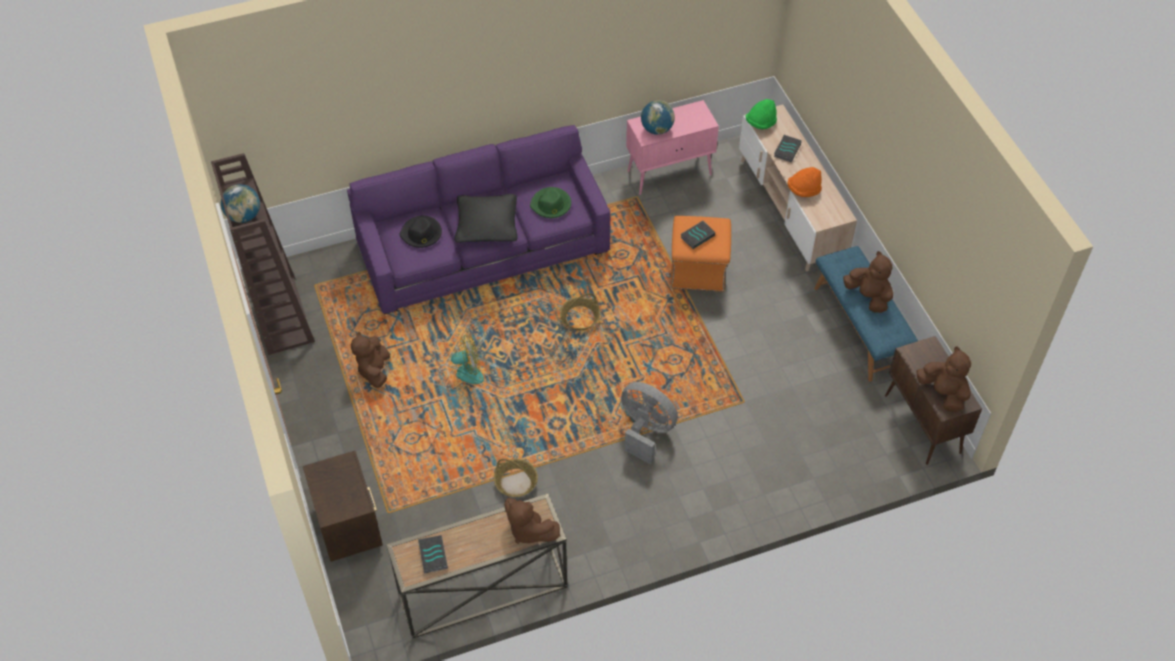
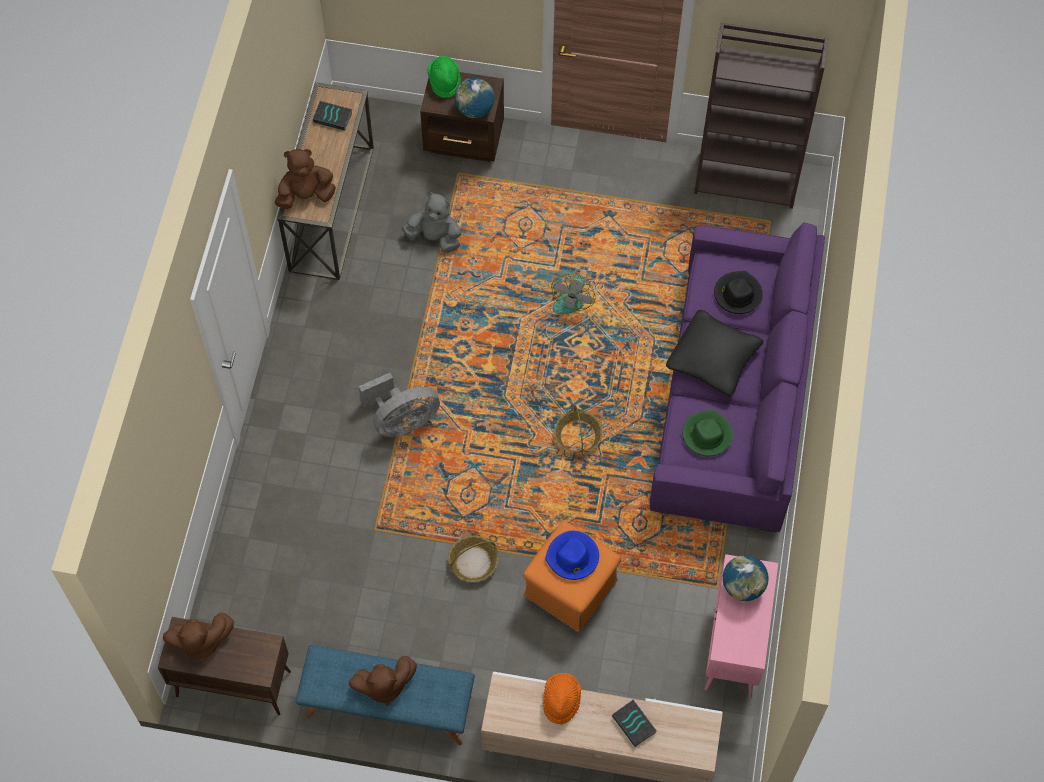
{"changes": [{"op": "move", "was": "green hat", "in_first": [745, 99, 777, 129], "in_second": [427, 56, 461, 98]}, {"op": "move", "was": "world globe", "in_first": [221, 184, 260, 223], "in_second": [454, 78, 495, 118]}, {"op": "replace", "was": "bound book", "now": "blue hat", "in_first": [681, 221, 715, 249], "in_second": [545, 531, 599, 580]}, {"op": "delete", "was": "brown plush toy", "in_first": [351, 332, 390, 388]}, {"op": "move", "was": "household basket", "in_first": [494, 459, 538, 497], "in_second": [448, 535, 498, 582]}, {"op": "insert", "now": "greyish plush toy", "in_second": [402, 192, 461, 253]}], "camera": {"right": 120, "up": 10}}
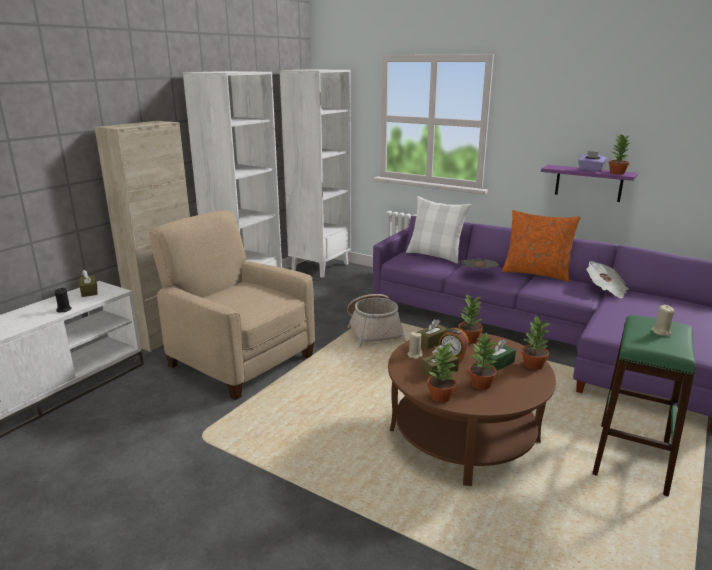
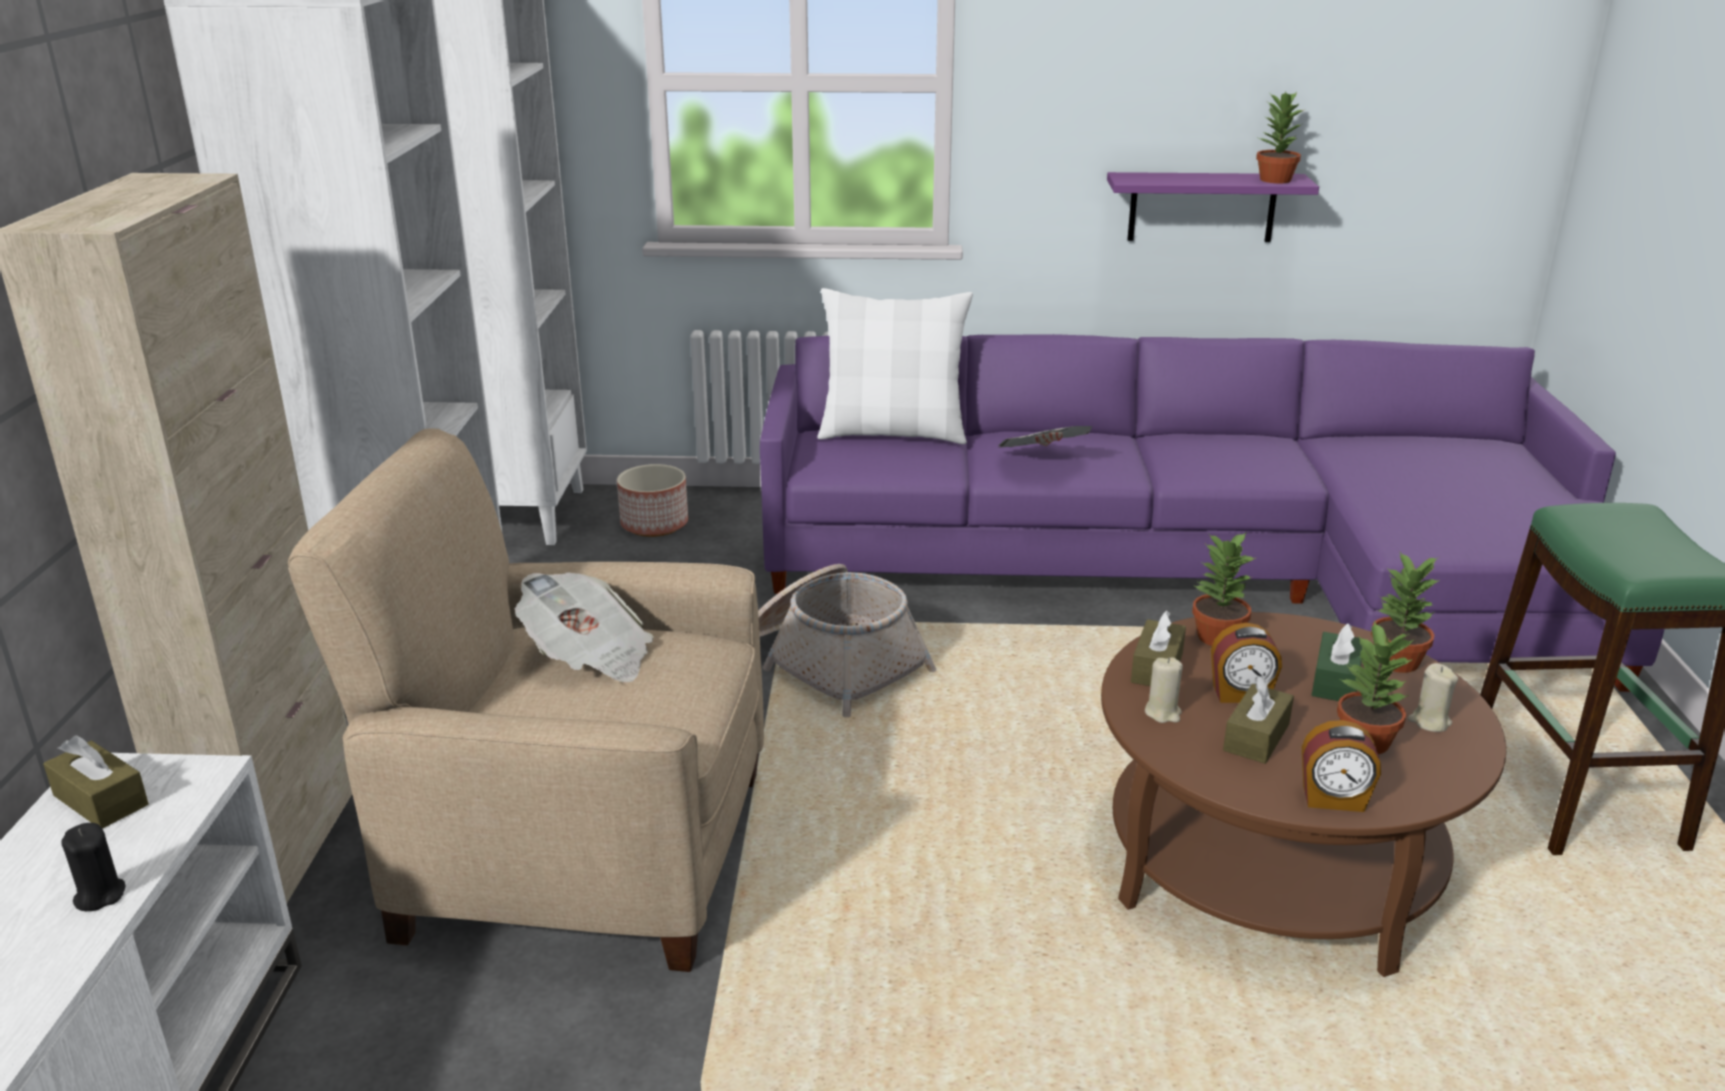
{"changes": [{"op": "delete", "was": "purple box of tissues", "in_first": [578, 151, 607, 172]}, {"op": "delete", "was": "orangey cushion", "in_first": [502, 210, 581, 282]}, {"op": "move", "was": "newspaper", "in_first": [587, 261, 629, 298], "in_second": [515, 572, 654, 683]}, {"op": "move", "was": "beige-coloured candle", "in_first": [651, 305, 675, 336], "in_second": [1408, 663, 1458, 732]}, {"op": "replace", "was": "houseplant", "now": "alarm clock", "in_first": [427, 343, 456, 402], "in_second": [1302, 720, 1381, 812]}, {"op": "insert", "now": "flower pot", "in_second": [617, 464, 688, 537]}], "camera": {"right": -30, "up": 5}}
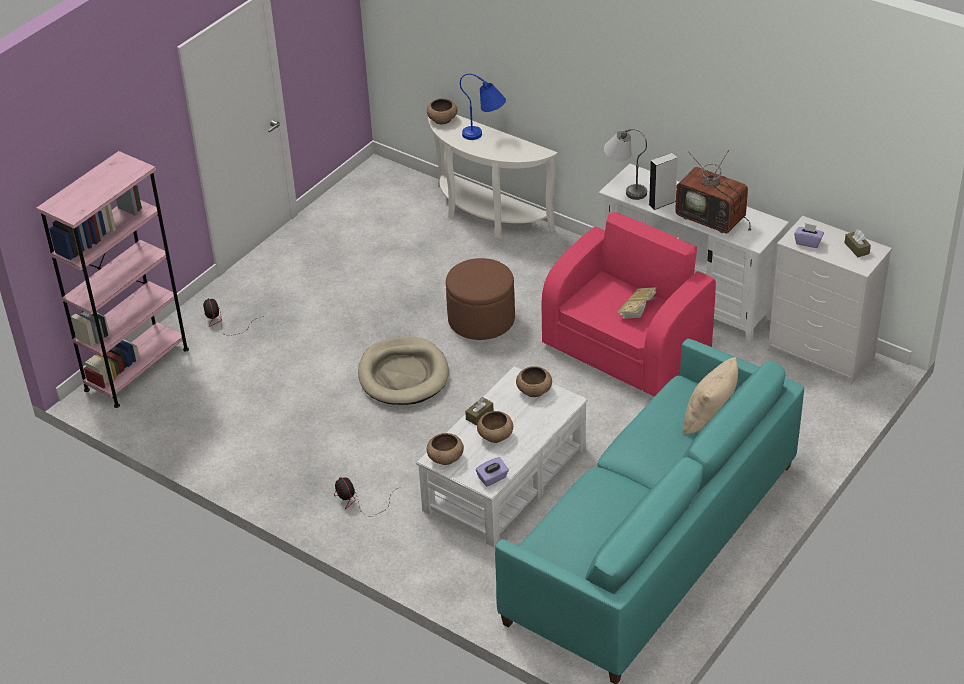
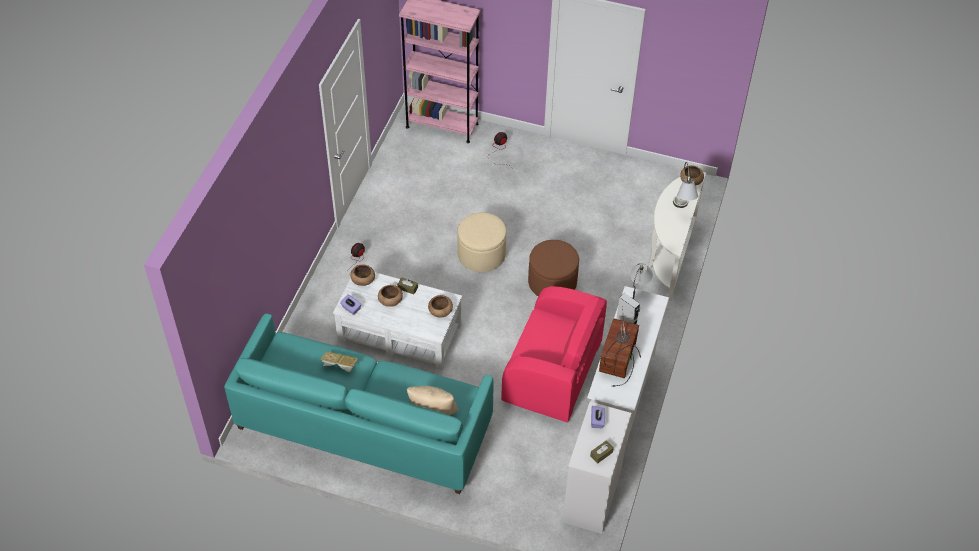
{"changes": [{"op": "recolor", "was": "blue tabletop lamp", "now": "greyish tabletop lamp", "in_first": [460, 73, 506, 140], "in_second": [673, 162, 698, 208]}, {"op": "move", "was": "bound book", "in_first": [617, 287, 657, 319], "in_second": [320, 351, 358, 372]}, {"op": "replace", "was": "beige-coloured pet bed", "now": "beige-coloured pouffe", "in_first": [358, 336, 449, 405], "in_second": [457, 212, 506, 272]}], "camera": {"right": 70, "up": 10}}
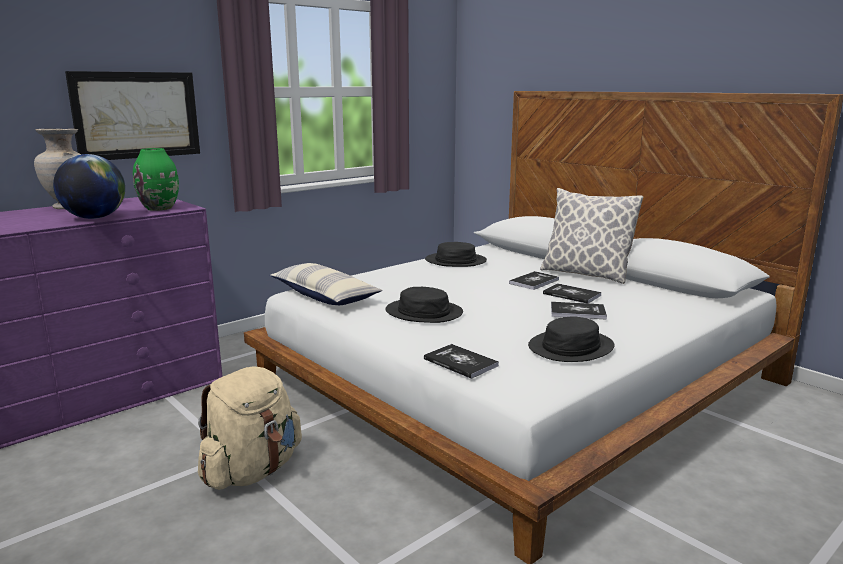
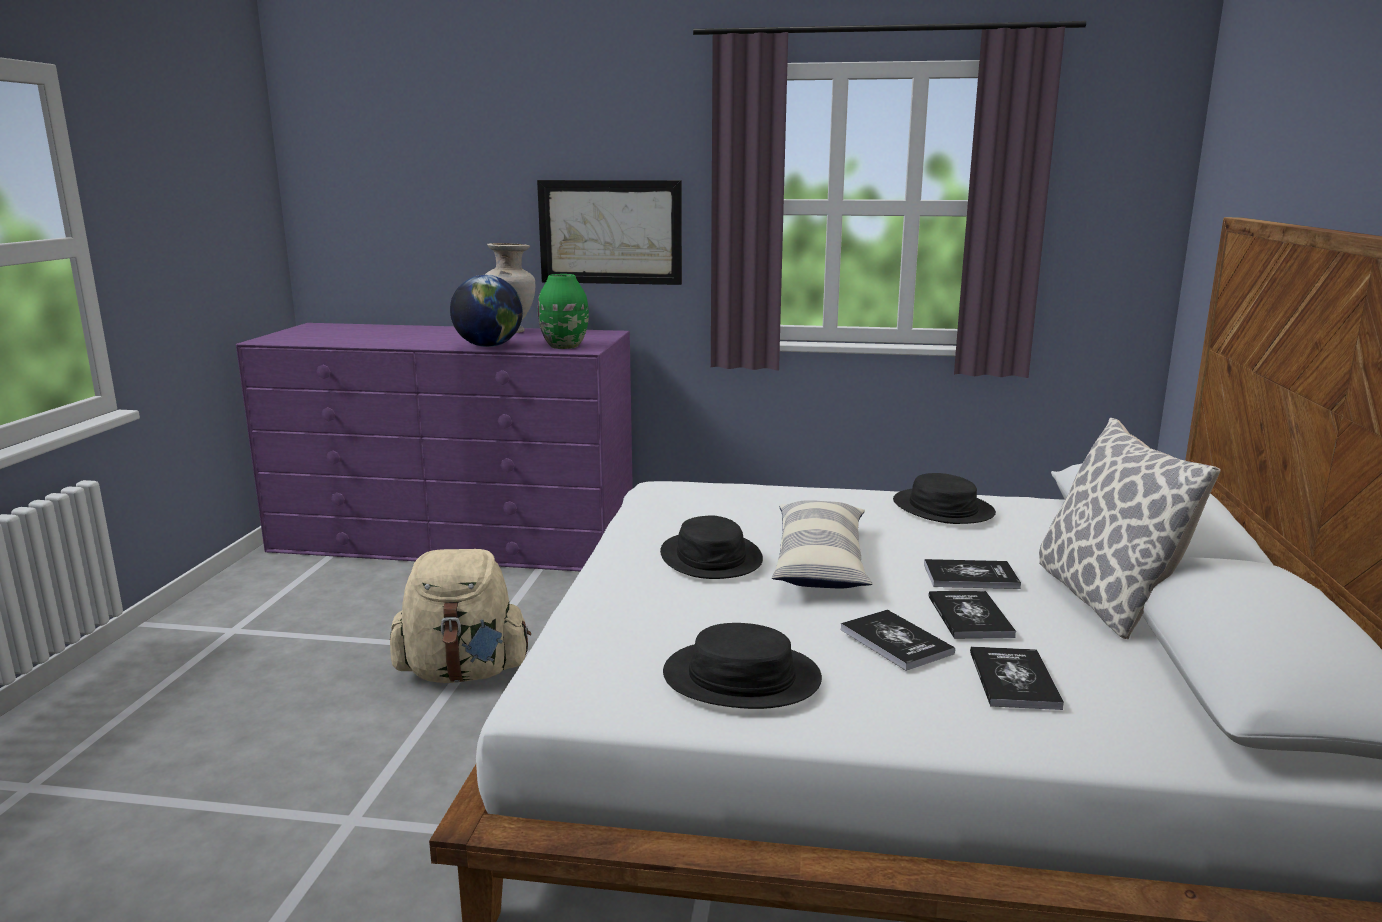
{"changes": [{"op": "move", "was": "cushion", "in_first": [270, 263, 382, 305], "in_second": [772, 500, 872, 588]}, {"op": "move", "was": "bound book", "in_first": [424, 344, 499, 379], "in_second": [970, 647, 1064, 710]}], "camera": {"right": 50, "up": 0}}
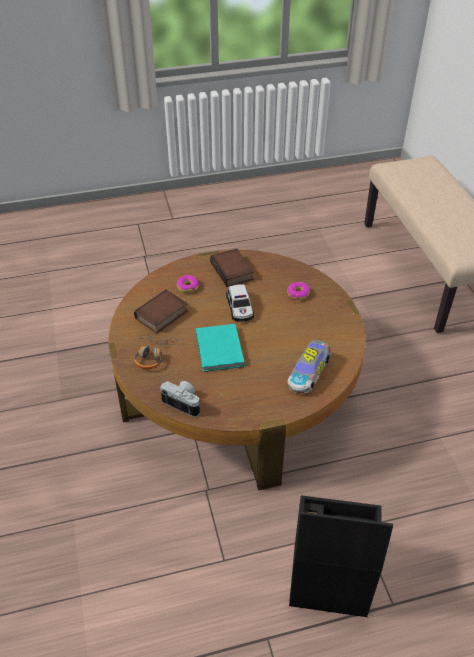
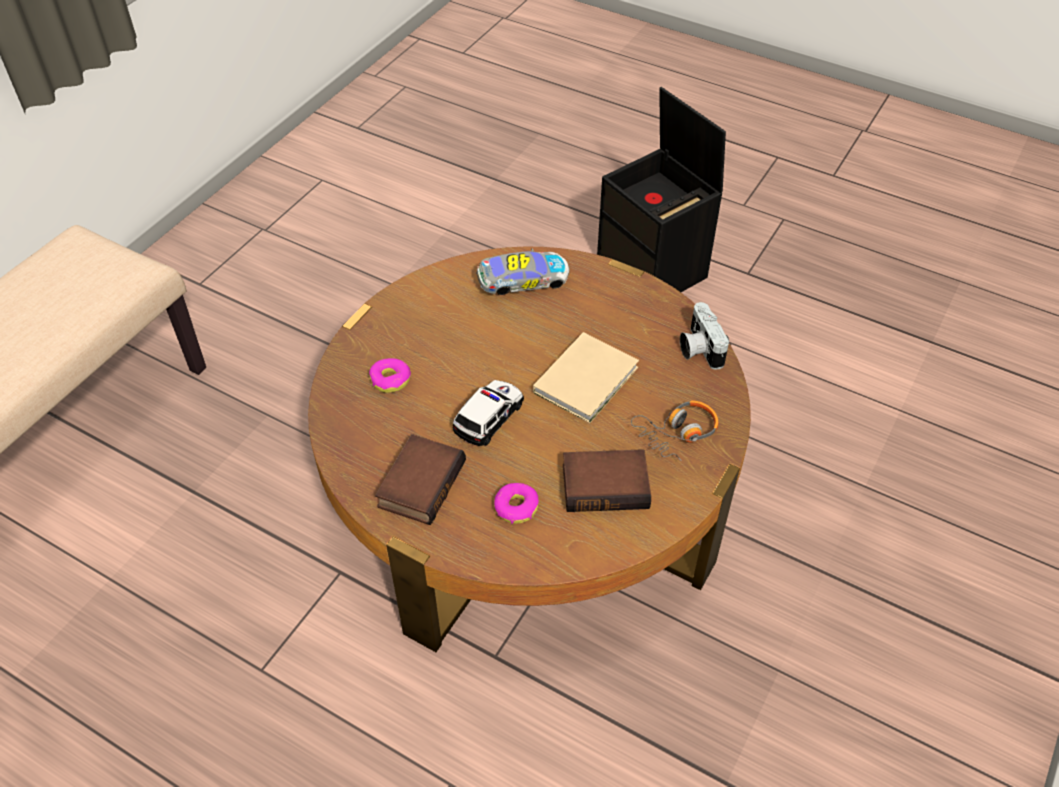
{"changes": [{"op": "recolor", "was": "turquoise bound book", "now": "beige-coloured bound book", "in_first": [196, 324, 245, 372], "in_second": [533, 332, 639, 423]}], "camera": {"right": -135, "up": 5}}
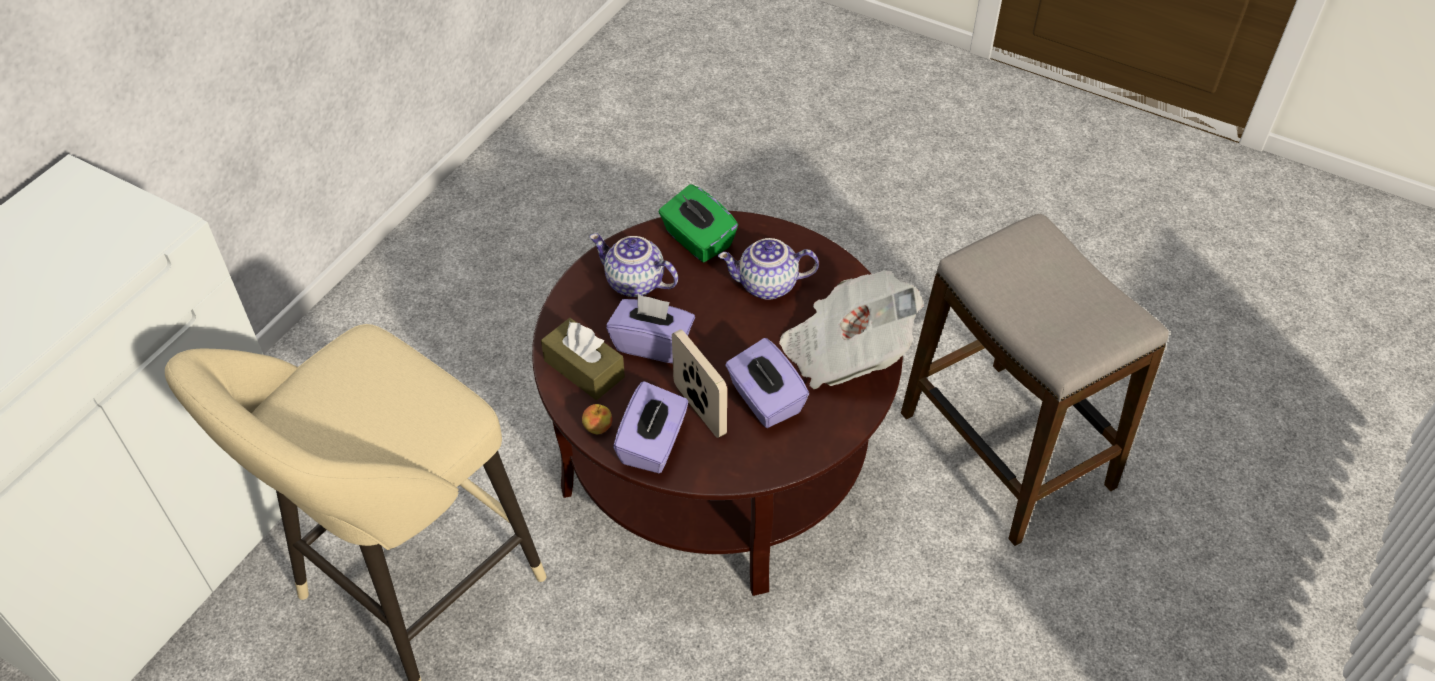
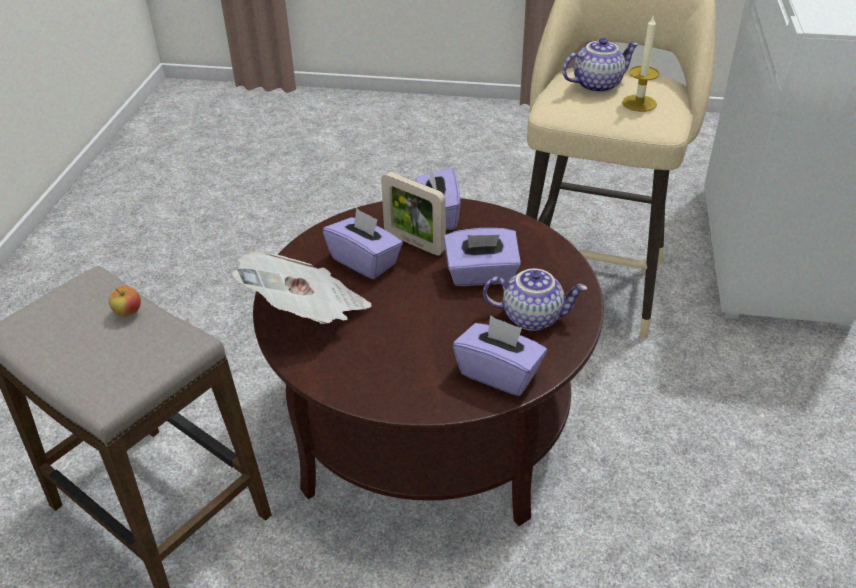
{"changes": [{"op": "recolor", "was": "green box of tissues", "now": "purple box of tissues", "in_first": [658, 184, 738, 262], "in_second": [453, 315, 547, 396]}, {"op": "move", "was": "teapot", "in_first": [718, 238, 819, 300], "in_second": [562, 38, 639, 93]}, {"op": "delete", "was": "brown box of tissues", "in_first": [541, 318, 625, 400]}, {"op": "move", "was": "apple fruit", "in_first": [582, 404, 612, 434], "in_second": [109, 286, 141, 317]}, {"op": "insert", "now": "candle", "in_second": [622, 14, 659, 112]}], "camera": {"right": 160, "up": -10}}
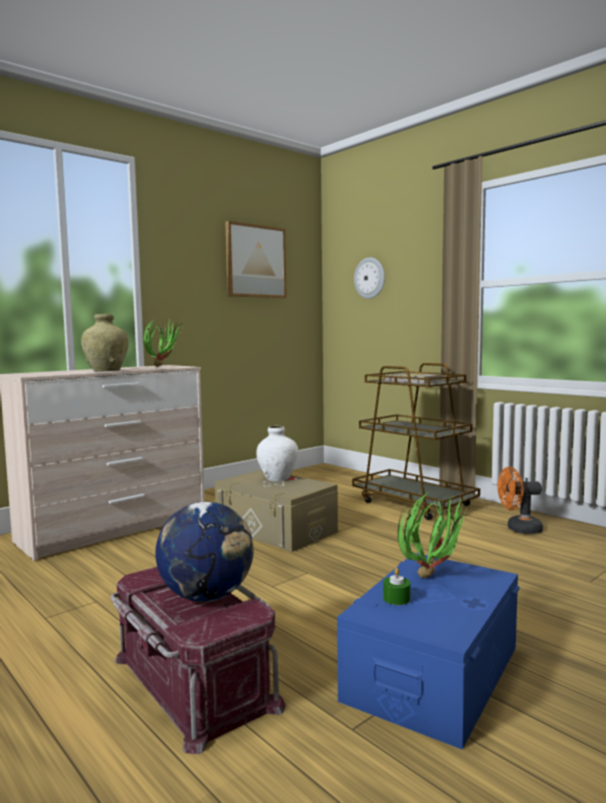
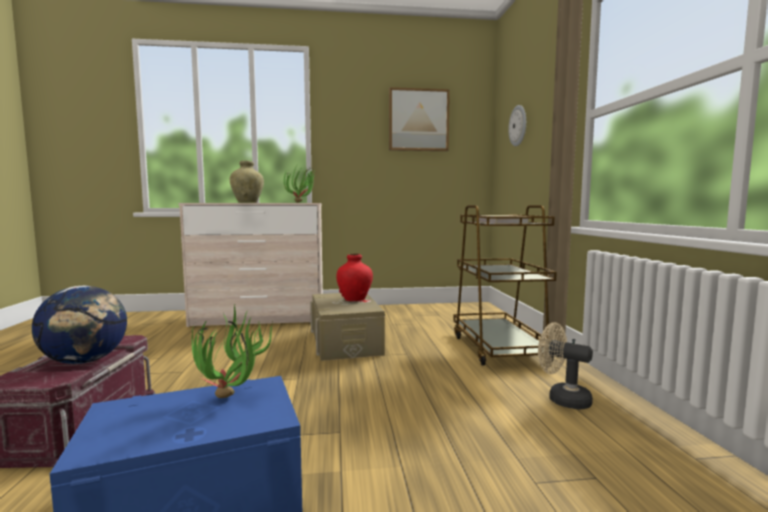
{"changes": [{"op": "recolor", "was": "whitish decorative vase", "now": "red decorative vase", "in_first": [256, 426, 298, 482], "in_second": [336, 254, 373, 301]}, {"op": "recolor", "was": "orangey electric fan", "now": "beige-coloured electric fan", "in_first": [497, 467, 543, 534], "in_second": [538, 322, 593, 410]}, {"op": "delete", "was": "green candle", "in_first": [383, 568, 410, 605]}], "camera": {"right": 35, "up": 0}}
